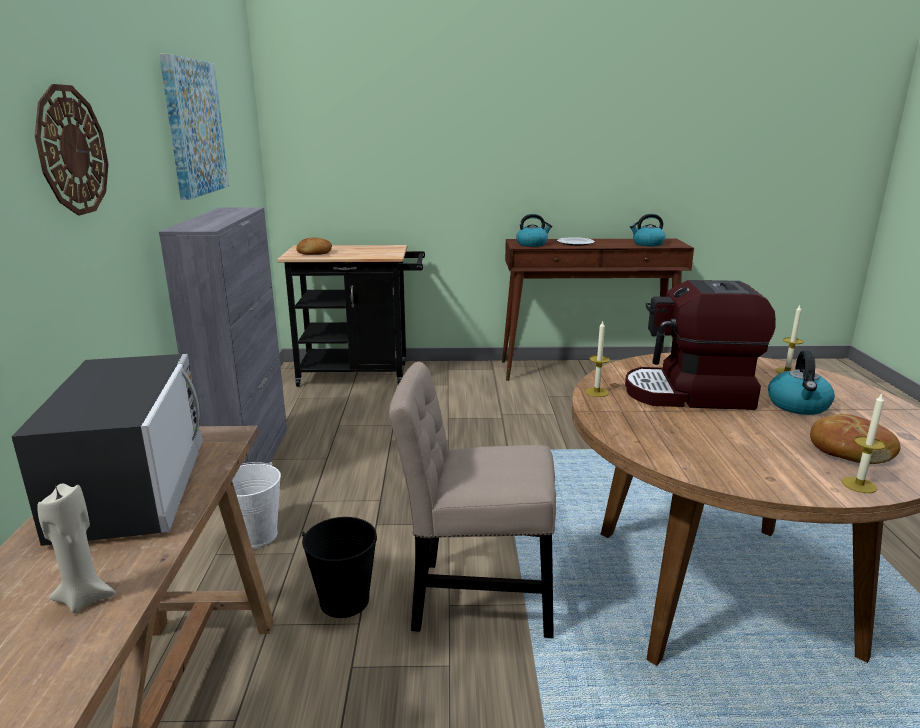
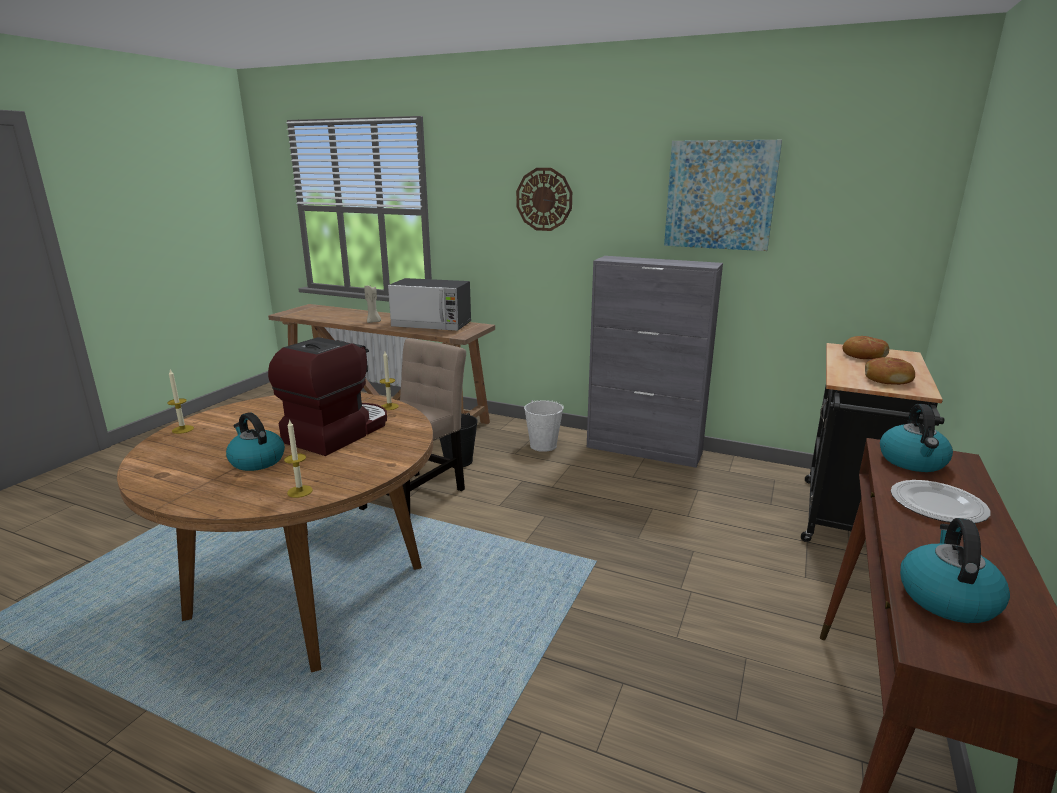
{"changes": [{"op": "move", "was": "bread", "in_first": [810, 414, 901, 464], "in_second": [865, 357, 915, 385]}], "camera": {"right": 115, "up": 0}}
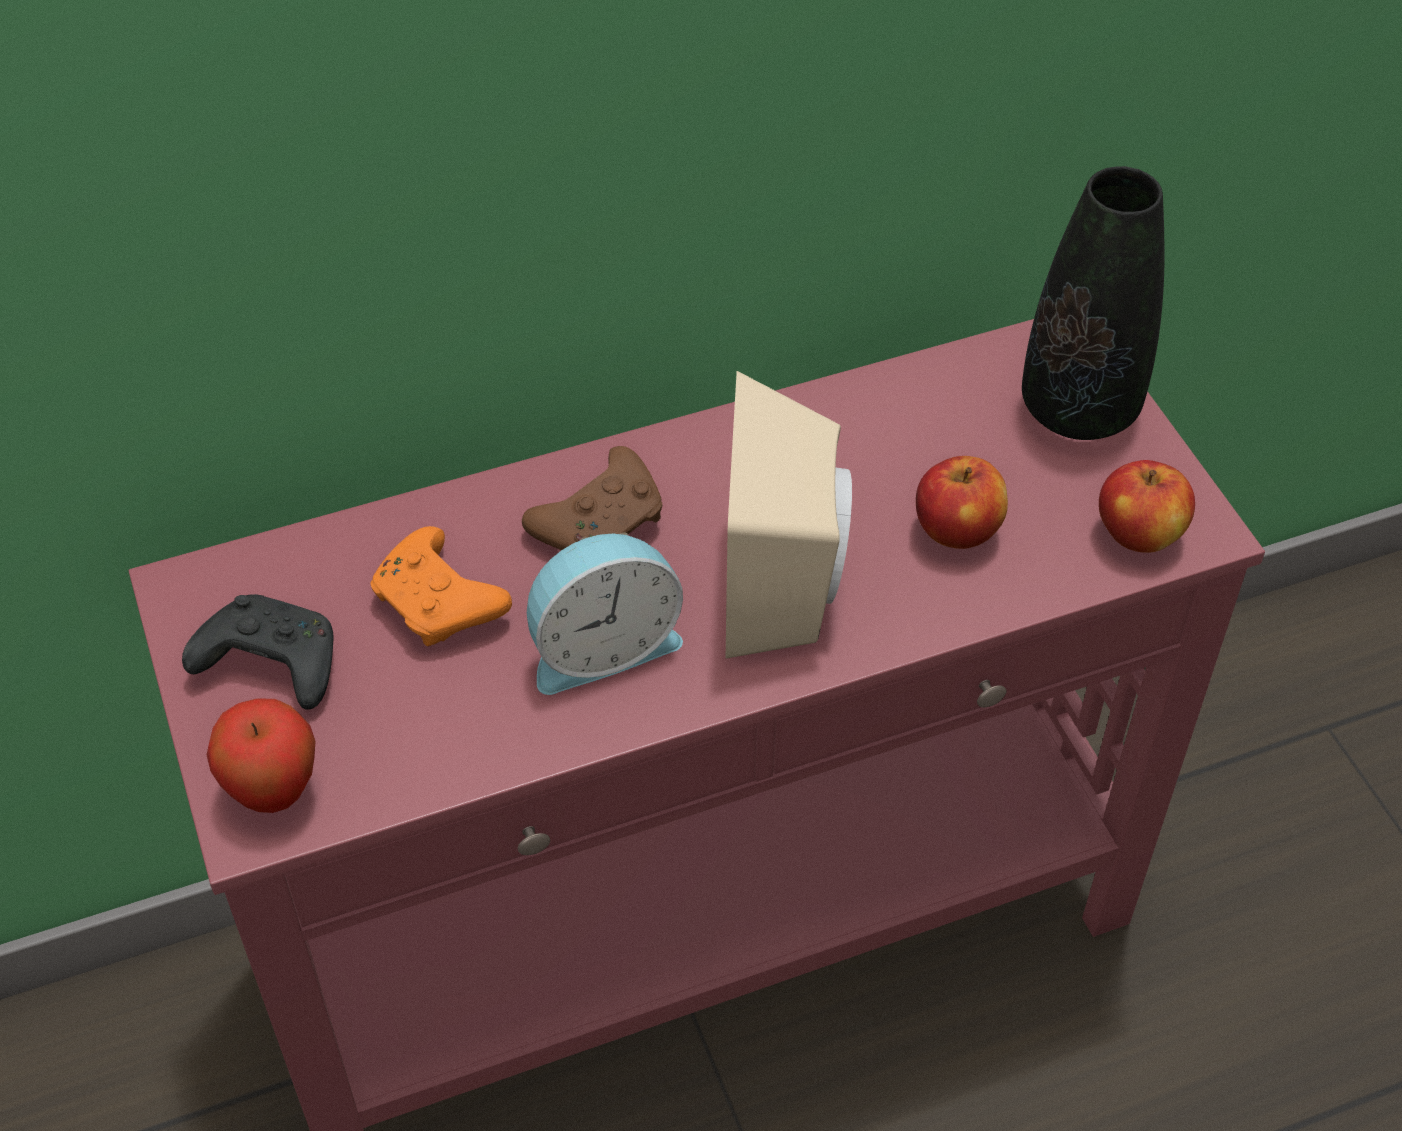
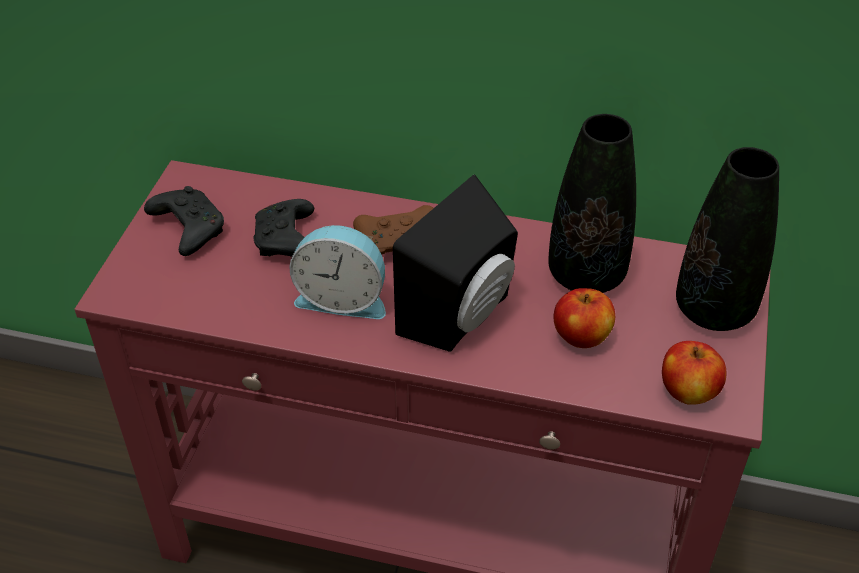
{"changes": [{"op": "recolor", "was": "beige-coloured speaker", "now": "blackish speaker", "in_first": [726, 371, 852, 658], "in_second": [393, 175, 518, 352]}, {"op": "recolor", "was": "orangey game controller", "now": "blackish game controller", "in_first": [371, 526, 512, 646], "in_second": [253, 199, 314, 257]}, {"op": "delete", "was": "apple fruit", "in_first": [207, 698, 316, 813]}, {"op": "insert", "now": "blackish decorative vase", "in_second": [548, 114, 636, 293]}], "camera": {"right": 35, "up": -5}}
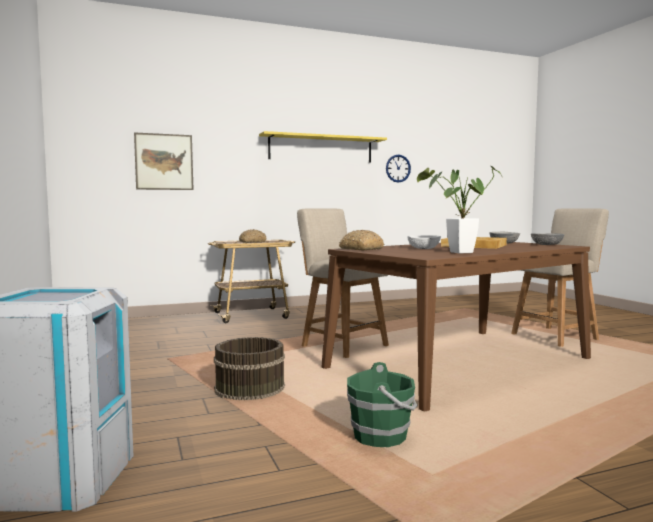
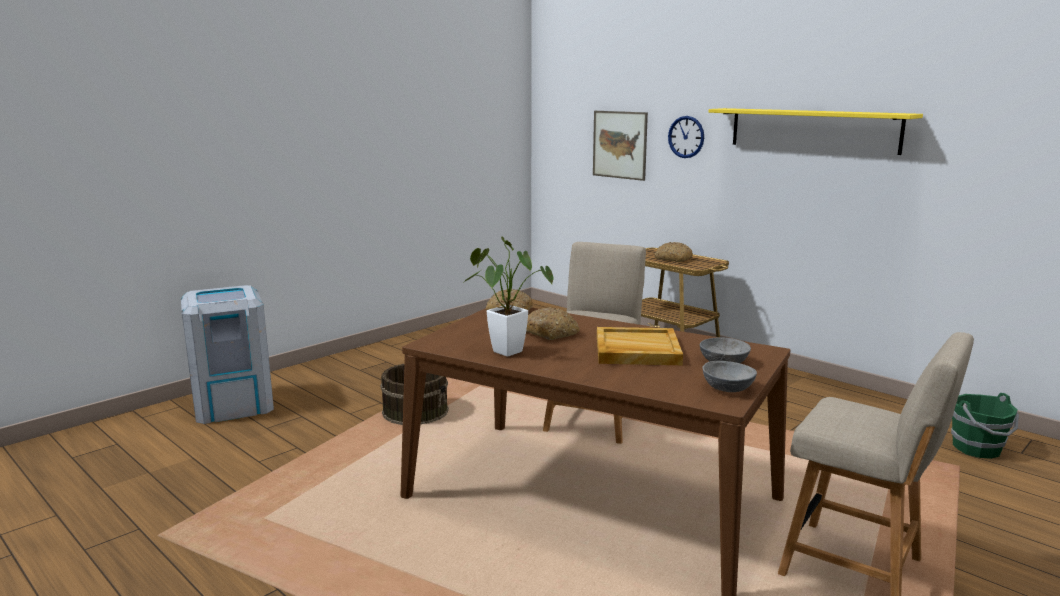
{"changes": [{"op": "move", "was": "wall clock", "in_first": [386, 155, 411, 183], "in_second": [668, 116, 704, 158]}, {"op": "replace", "was": "whitish bowl", "now": "bread", "in_first": [407, 235, 441, 249], "in_second": [526, 307, 580, 340]}, {"op": "move", "was": "green pail", "in_first": [347, 362, 417, 447], "in_second": [951, 393, 1019, 459]}], "camera": {"right": 65, "up": 10}}
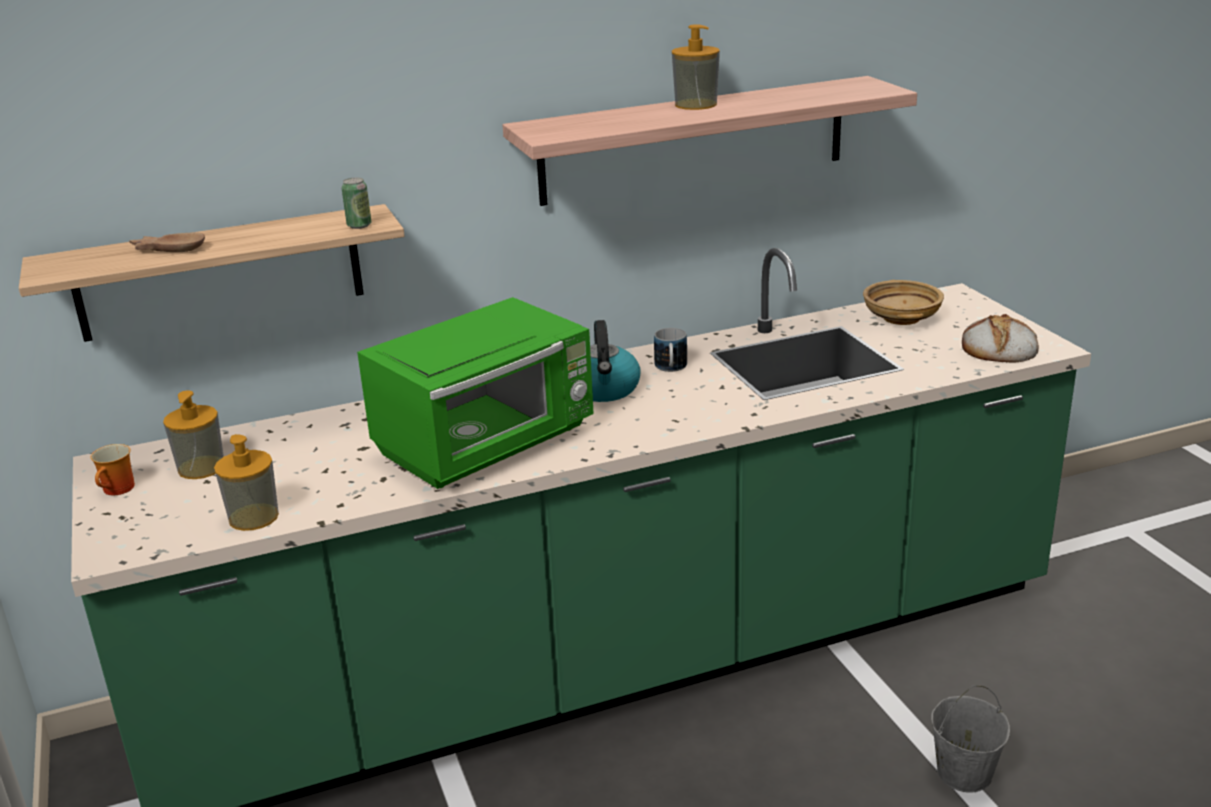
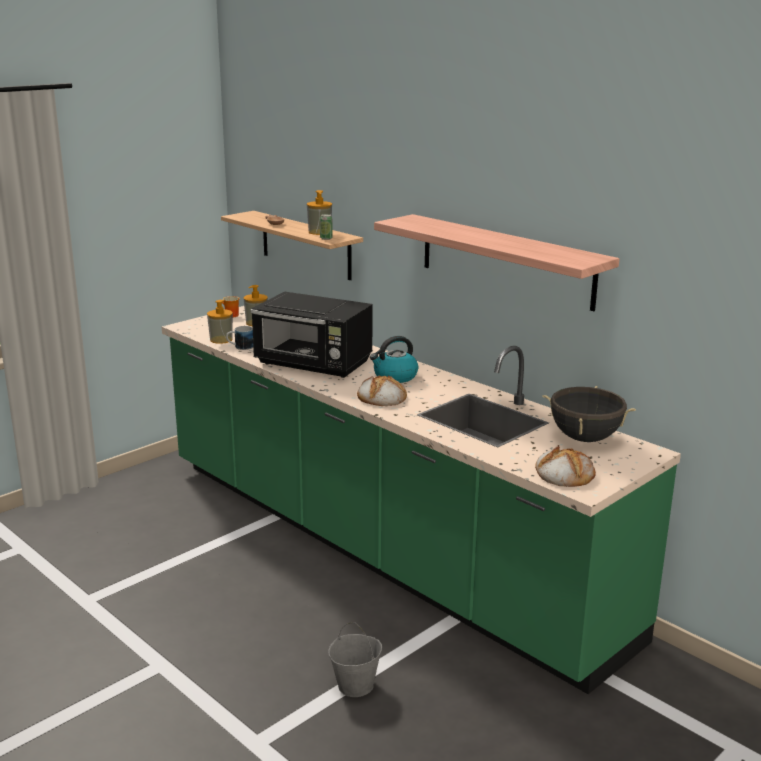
{"changes": [{"op": "move", "was": "soap bottle", "in_first": [672, 24, 720, 110], "in_second": [307, 190, 332, 235]}, {"op": "replace", "was": "beige-coloured bowl", "now": "blackish cooking pot", "in_first": [863, 280, 944, 325], "in_second": [543, 386, 636, 442]}, {"op": "recolor", "was": "green microwave oven", "now": "blackish microwave oven", "in_first": [357, 297, 593, 489], "in_second": [251, 291, 373, 378]}, {"op": "move", "was": "tea mug", "in_first": [654, 328, 687, 372], "in_second": [226, 326, 253, 350]}, {"op": "insert", "now": "bread", "in_second": [357, 375, 407, 406]}], "camera": {"right": 65, "up": -5}}
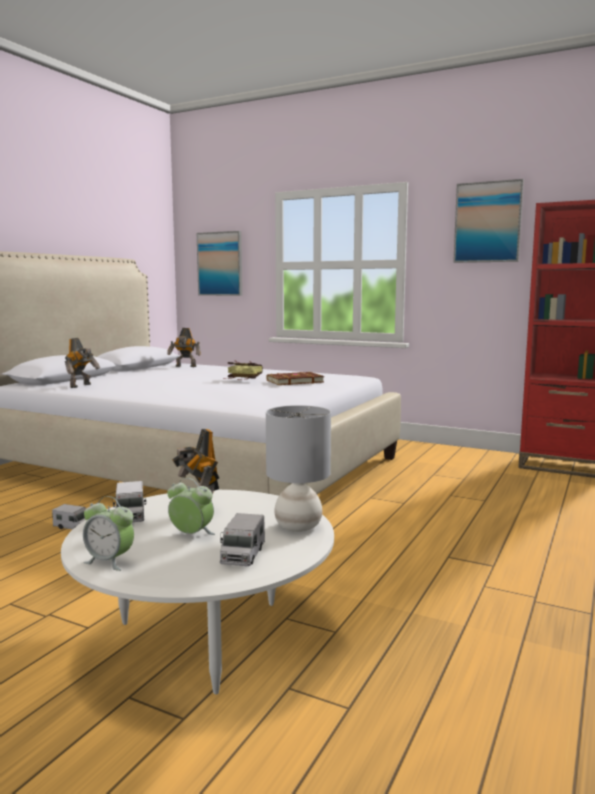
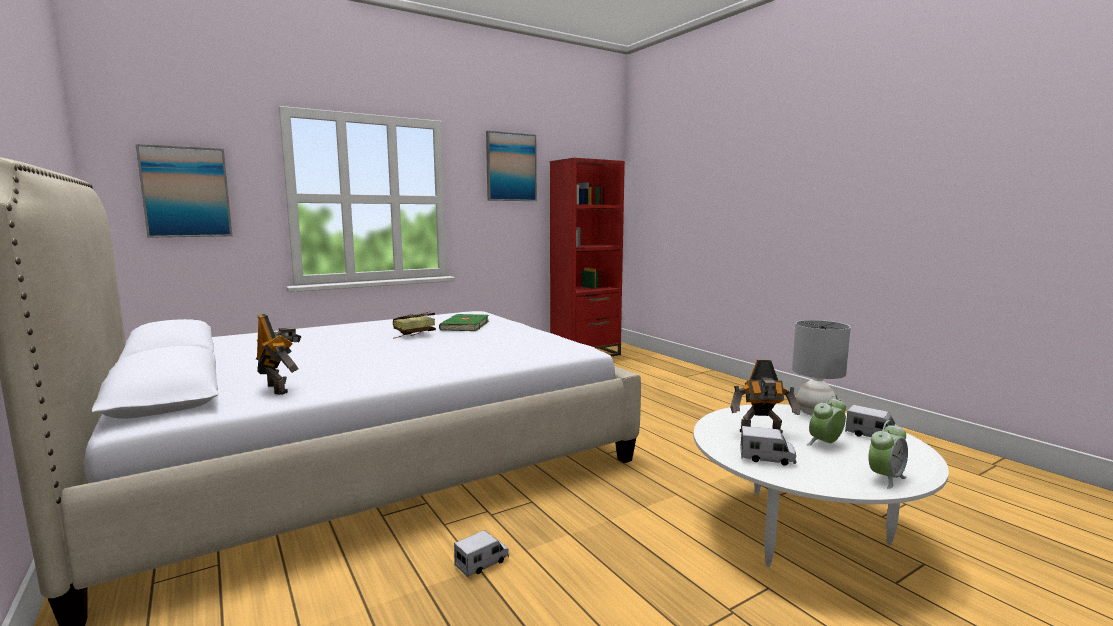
{"changes": [{"op": "delete", "was": "robot figure", "in_first": [167, 328, 201, 367]}, {"op": "recolor", "was": "brown bound book", "now": "green bound book", "in_first": [267, 372, 324, 385], "in_second": [439, 314, 489, 331]}], "camera": {"right": -60, "up": 0}}
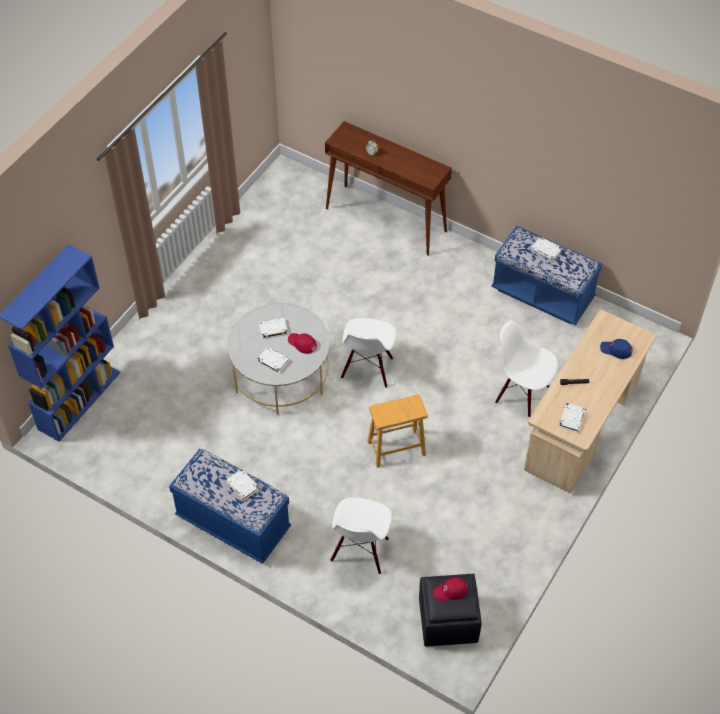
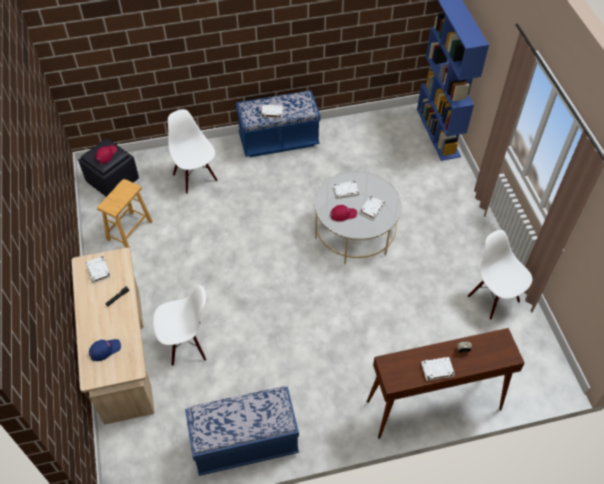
{"changes": [{"op": "move", "was": "whitish bound book", "in_first": [531, 237, 562, 261], "in_second": [421, 357, 455, 381]}, {"op": "move", "was": "whitish plain chair", "in_first": [341, 318, 396, 388], "in_second": [468, 230, 533, 320]}, {"op": "move", "was": "brown sitting stool", "in_first": [367, 395, 428, 468], "in_second": [97, 179, 153, 248]}], "camera": {"right": 135, "up": 0}}
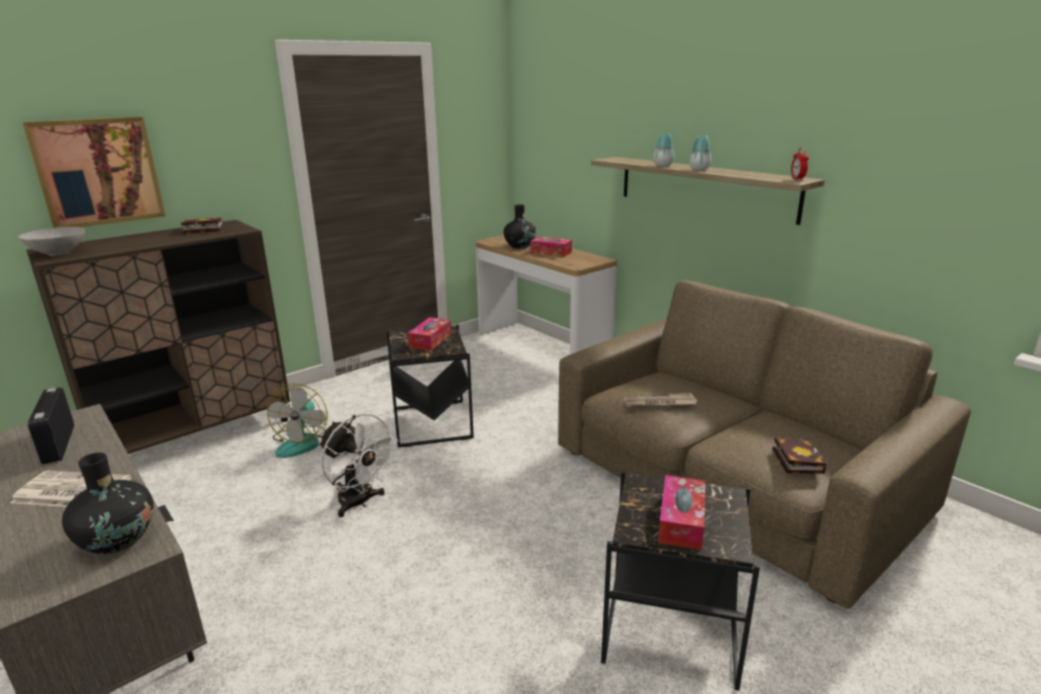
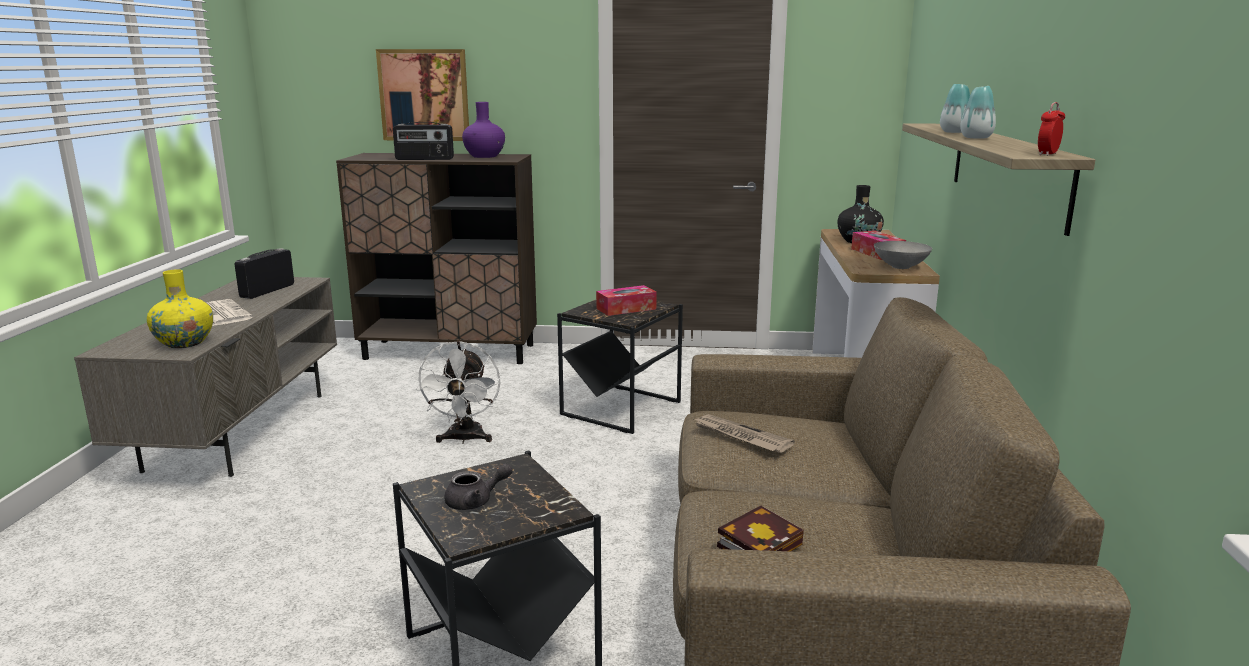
{"changes": [{"op": "replace", "was": "bound book", "now": "purple decorative vase", "in_first": [181, 217, 223, 234], "in_second": [462, 102, 505, 158]}, {"op": "move", "was": "greyish bowl", "in_first": [18, 227, 85, 256], "in_second": [874, 241, 932, 269]}, {"op": "delete", "was": "electric fan", "in_first": [267, 383, 328, 458]}, {"op": "recolor", "was": "blackish decorative vase", "now": "yellow-coloured decorative vase", "in_first": [62, 453, 154, 554], "in_second": [147, 269, 213, 348]}, {"op": "replace", "was": "box of tissues", "now": "greyish teapot", "in_first": [658, 475, 706, 550], "in_second": [444, 463, 513, 510]}, {"op": "insert", "now": "radio receiver", "in_second": [393, 122, 454, 160]}], "camera": {"right": 45, "up": -5}}
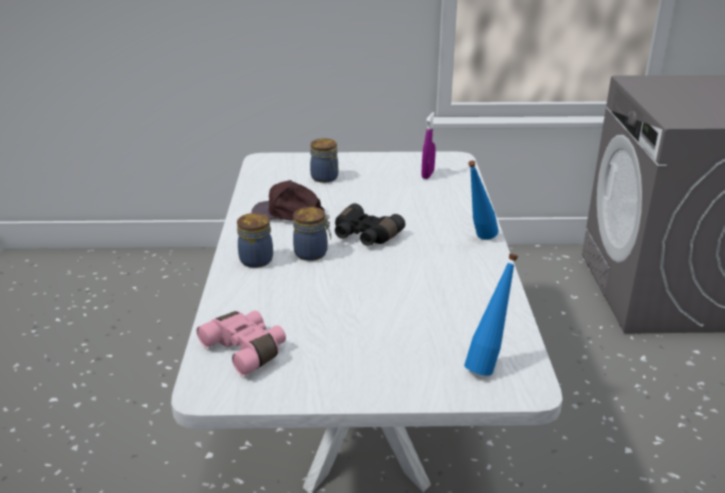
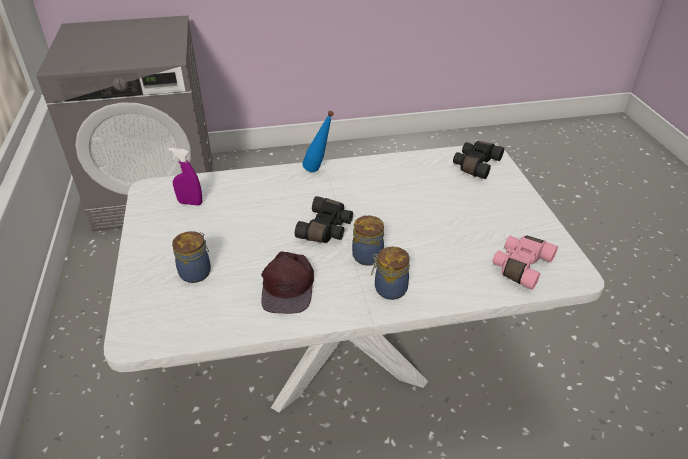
{"changes": [{"op": "replace", "was": "blue bottle", "now": "blackish binoculars", "in_first": [464, 253, 518, 376], "in_second": [453, 141, 504, 179]}], "camera": {"right": -100, "up": 10}}
